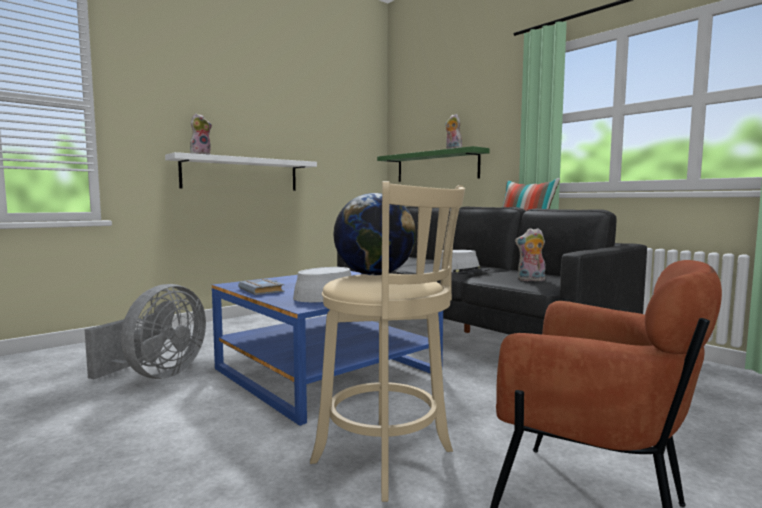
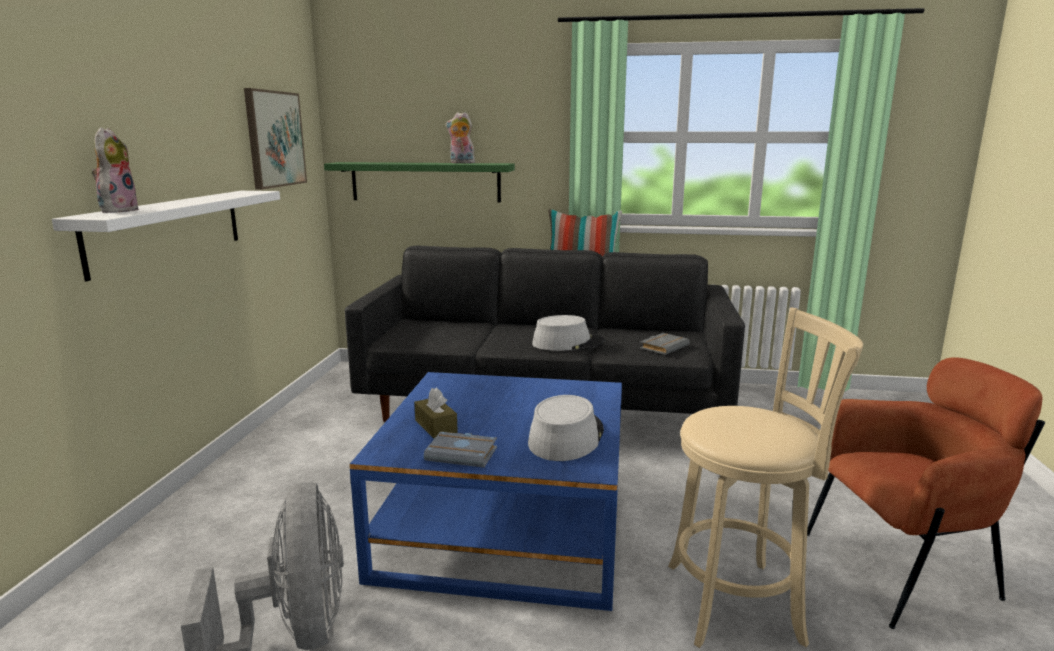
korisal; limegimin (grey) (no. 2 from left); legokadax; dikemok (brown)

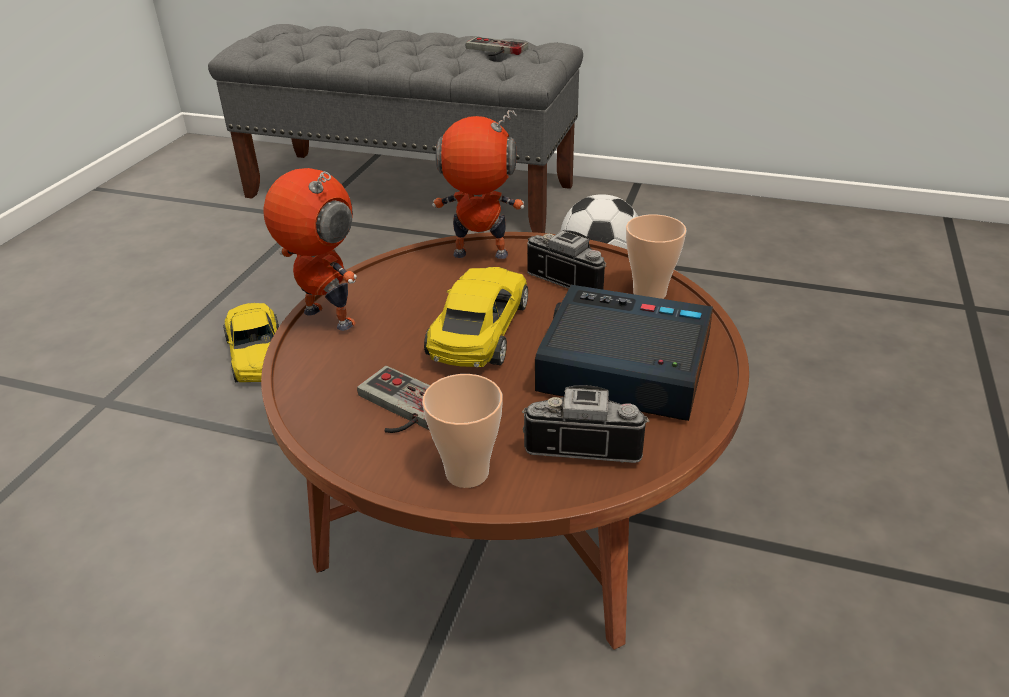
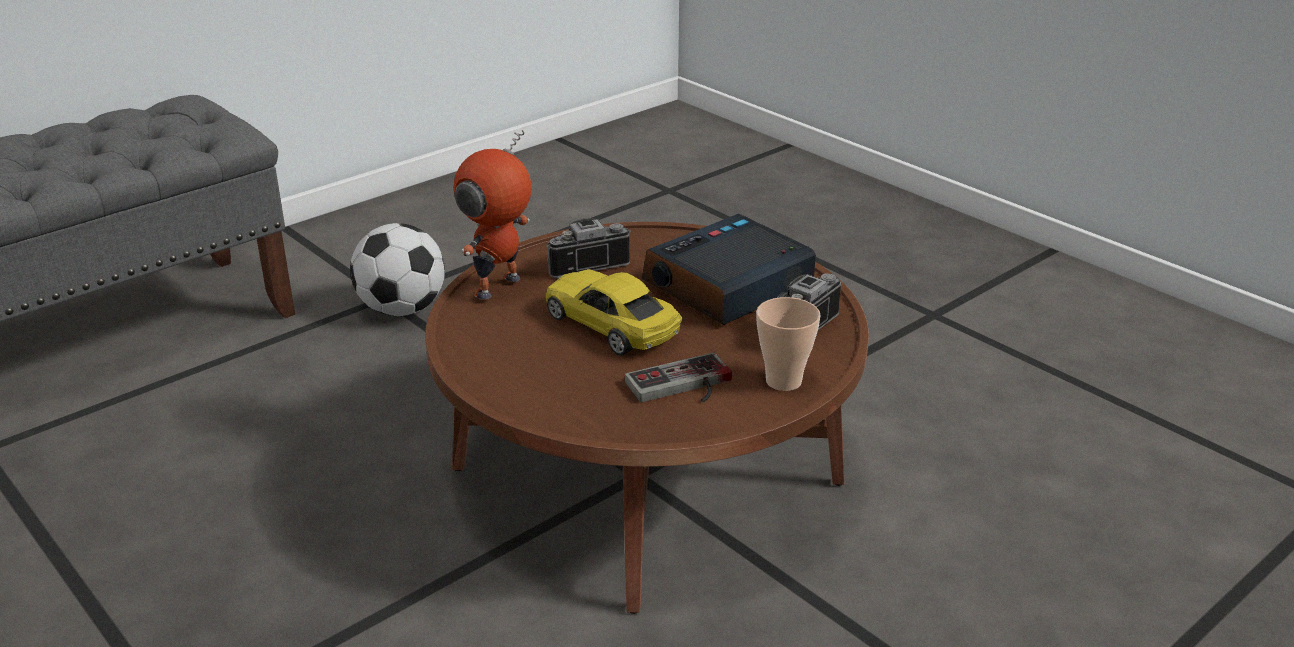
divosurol (no. 2 from left in the first image); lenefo (no. 1 from left in the first image); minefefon (no. 2 from left in the first image); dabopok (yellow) (no. 1 from left in the first image)

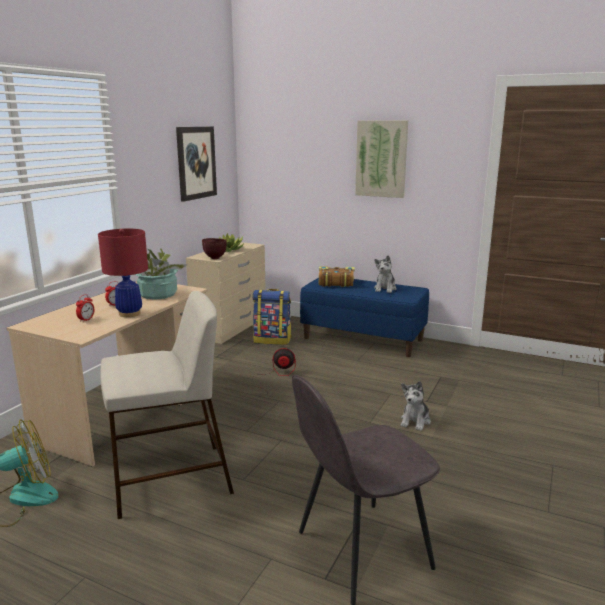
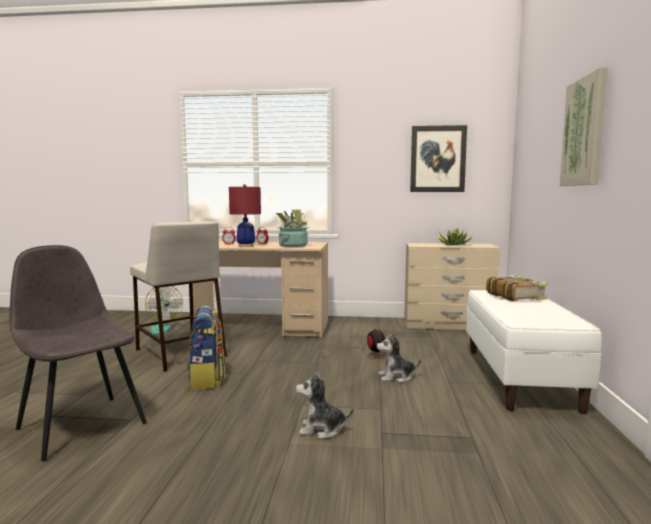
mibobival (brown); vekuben (no. 2 from left); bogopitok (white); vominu

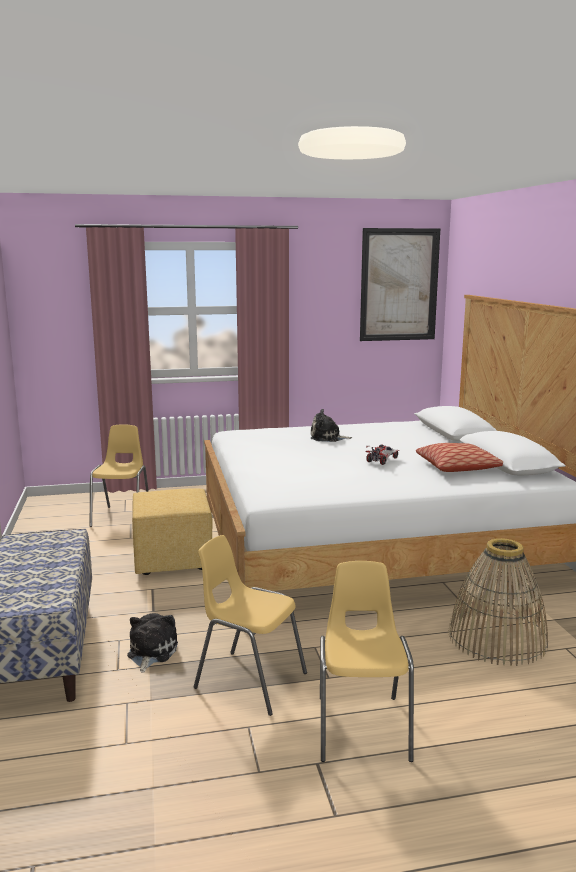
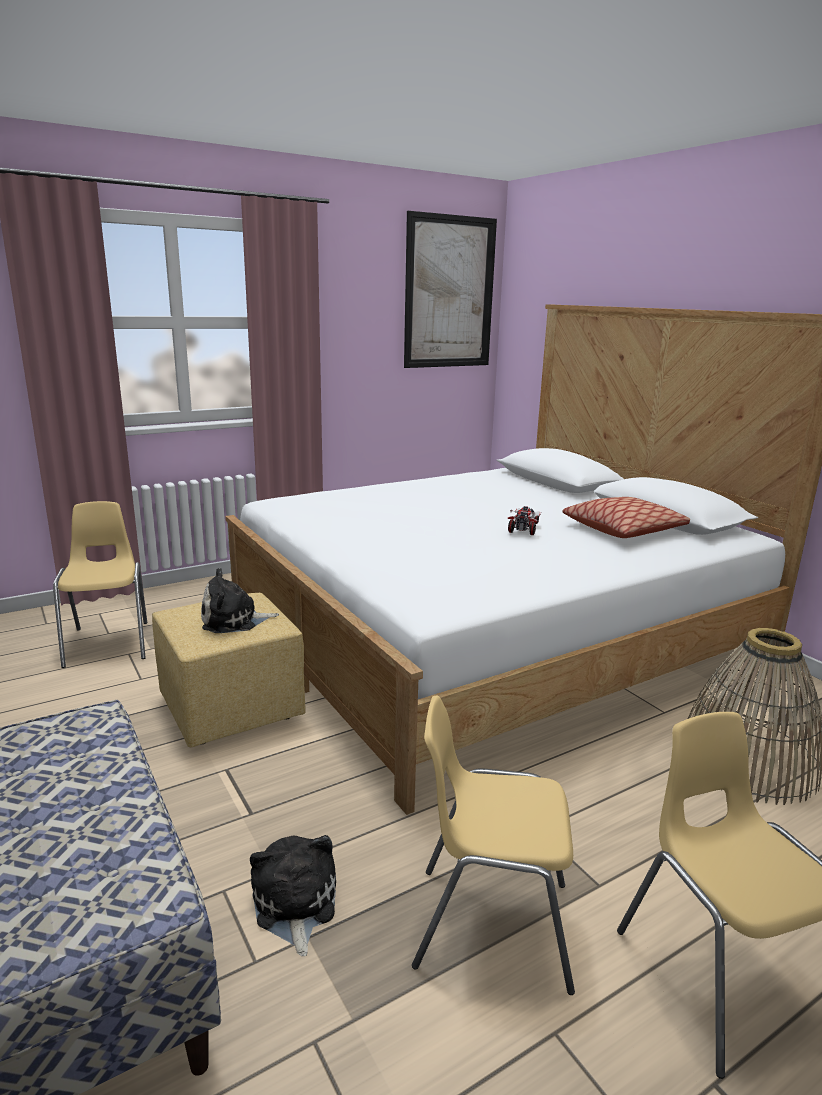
vekuben (no. 1 from left)

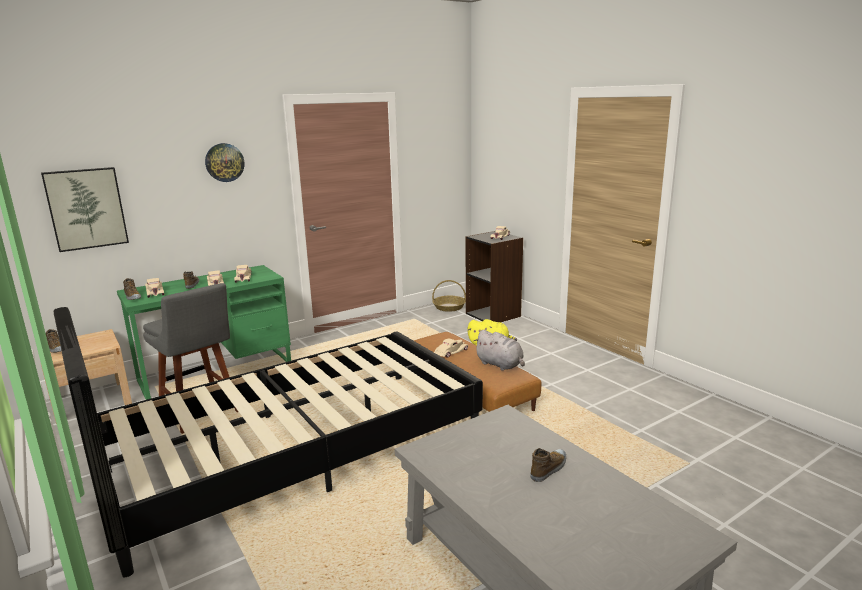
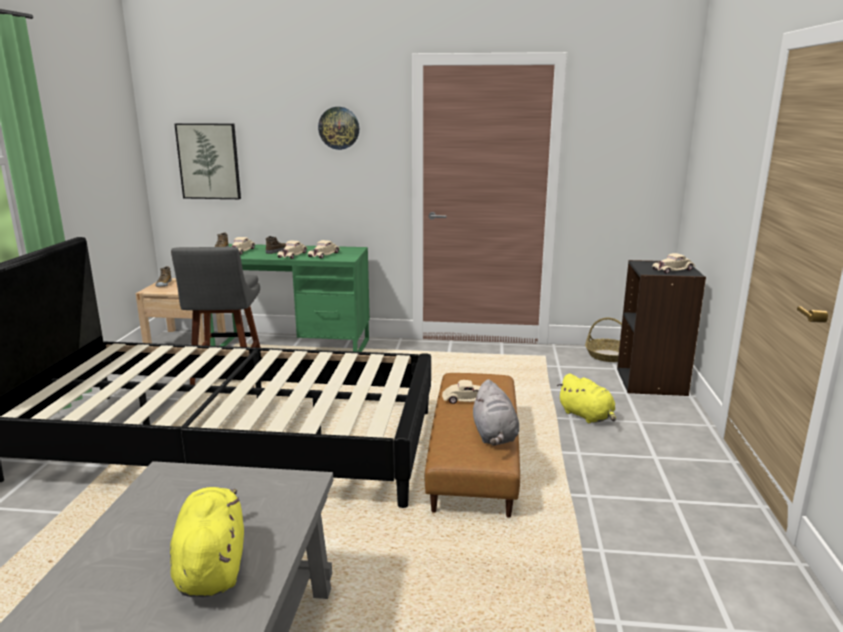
vekuben (yellow) (no. 1 from left)

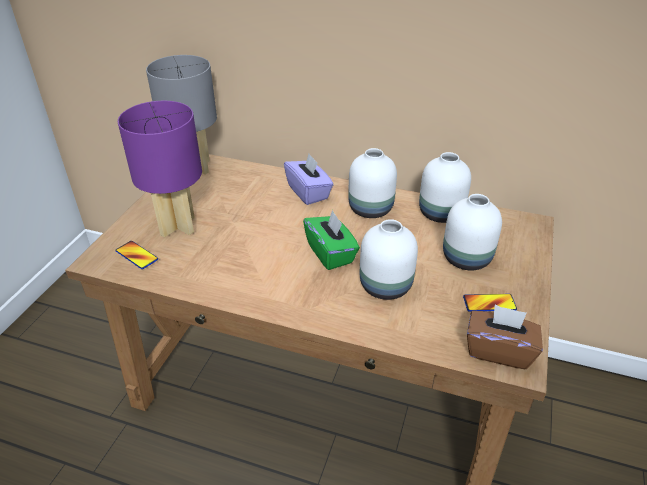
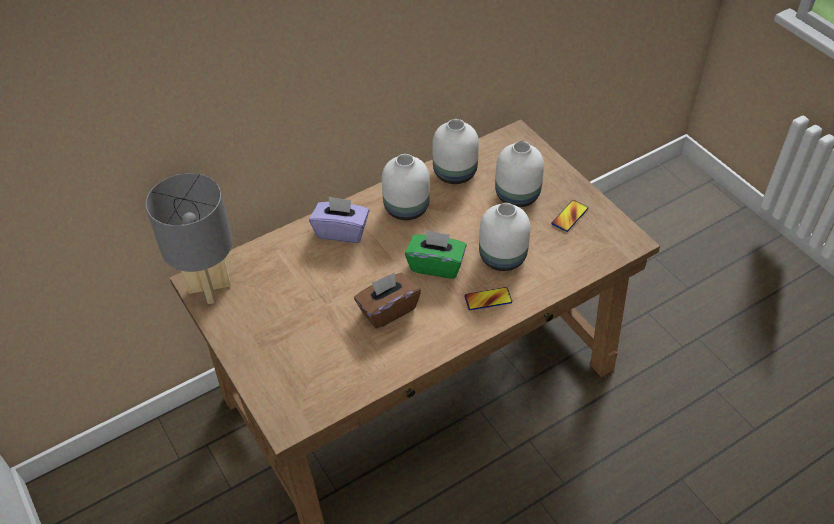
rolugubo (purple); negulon (no. 1 from left); dikemok (brown)

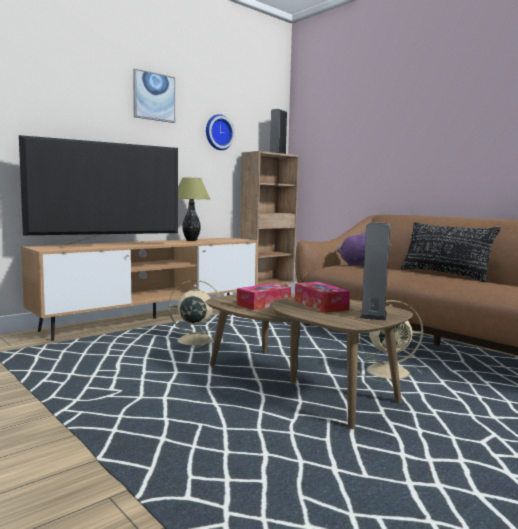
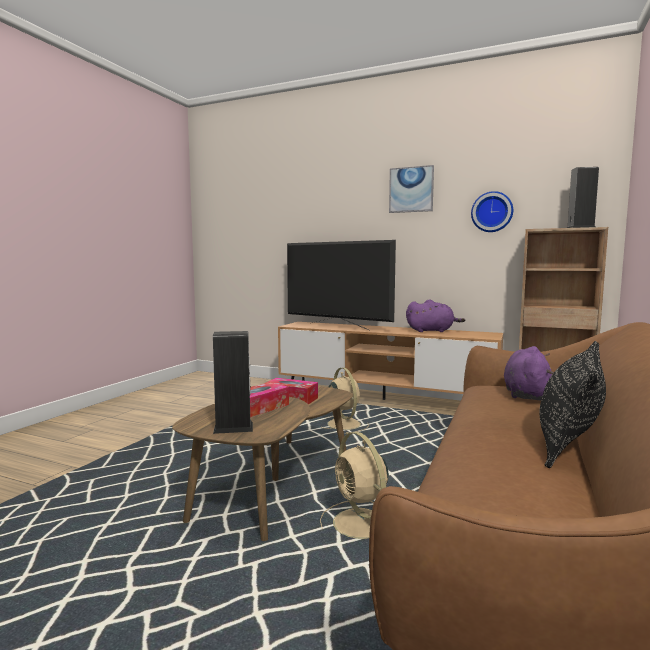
vekuben (purple) (no. 1 from left)

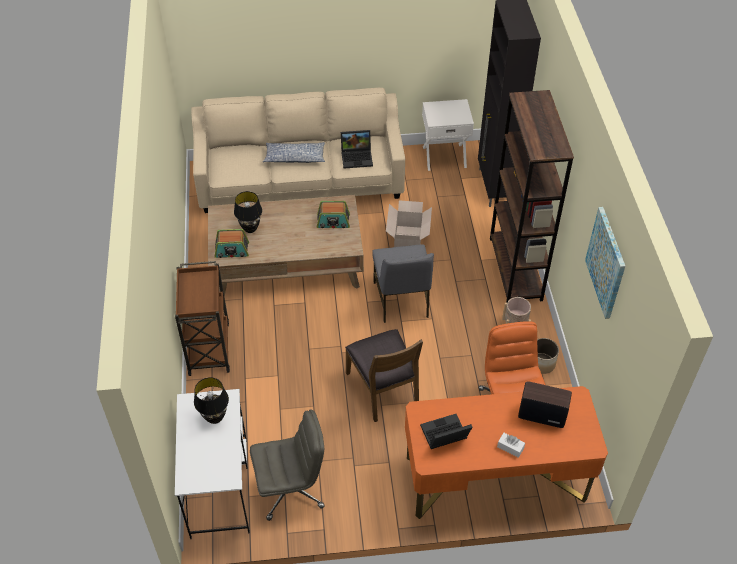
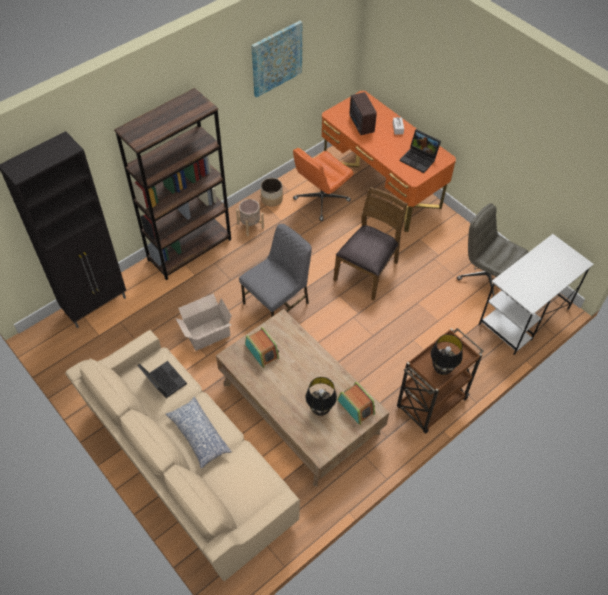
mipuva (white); rolugubo (black) (no. 2 from left)

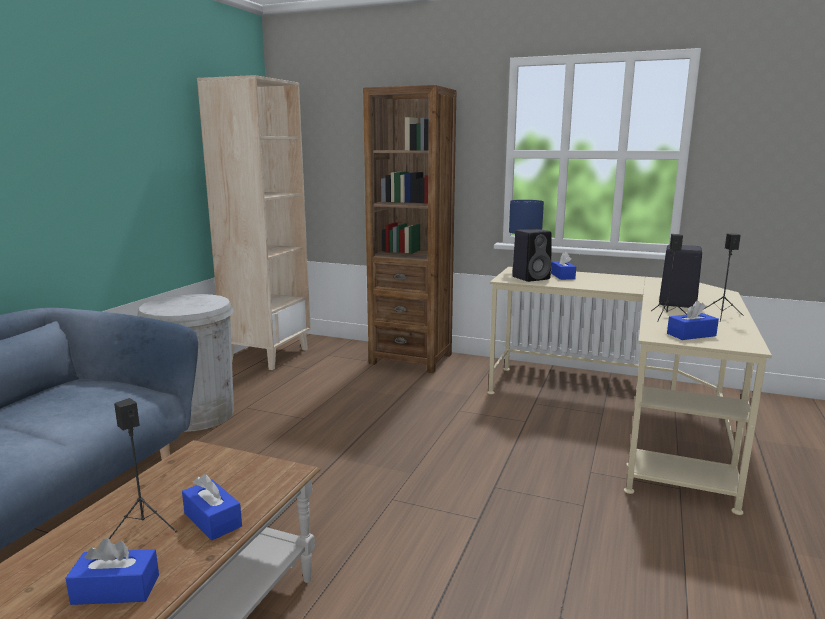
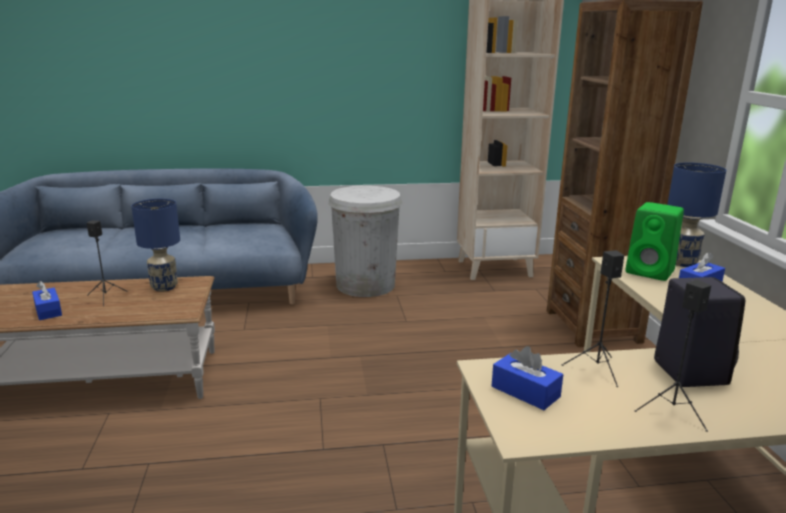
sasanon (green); dikemok (blue) (no. 2 from left in the first image); rolugubo (blue) (no. 1 from left)

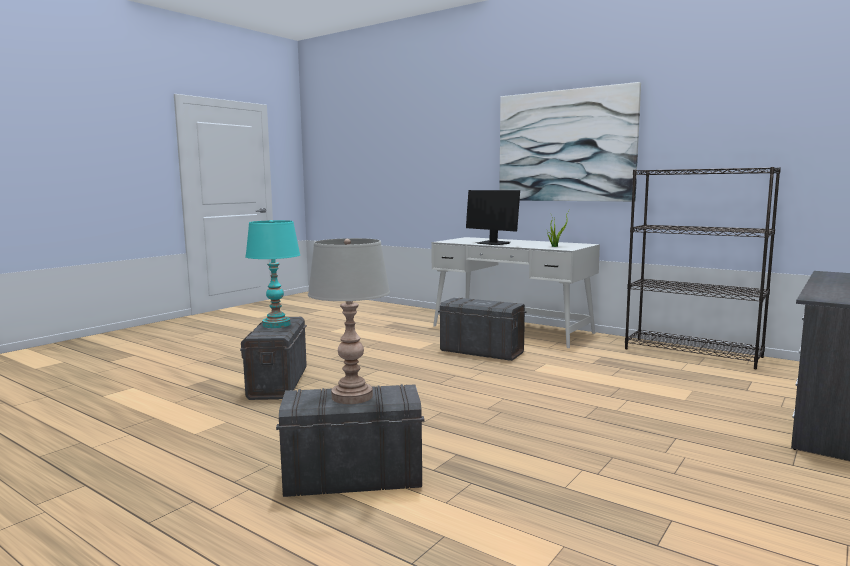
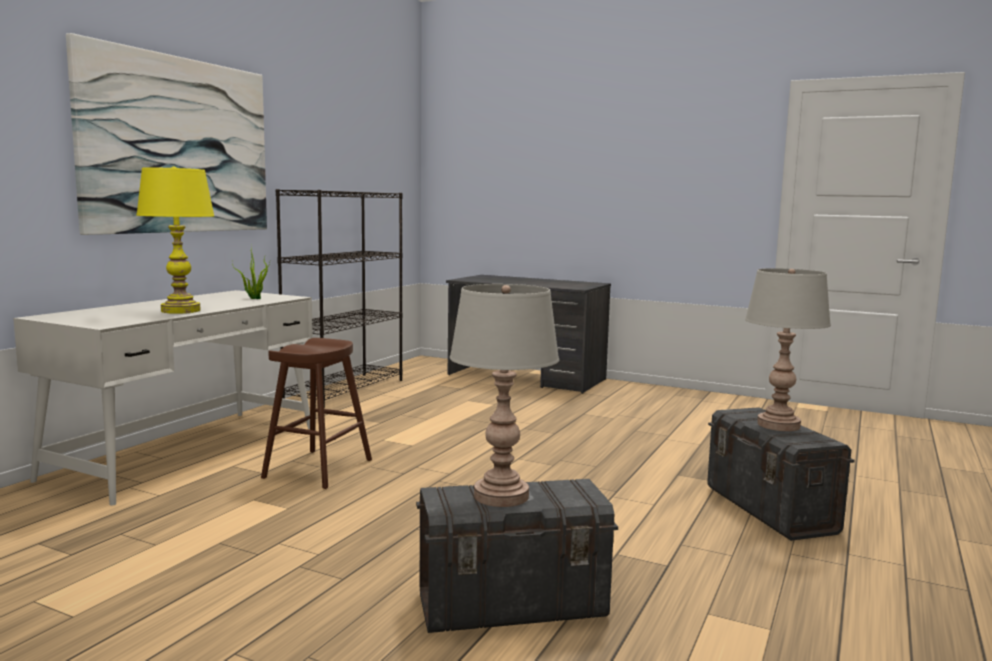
rolugubo (yellow); rolugubo (grey) (no. 1 from left); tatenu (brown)

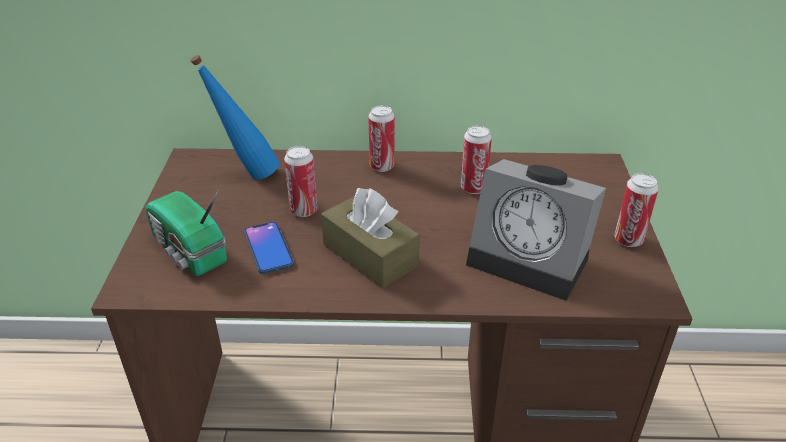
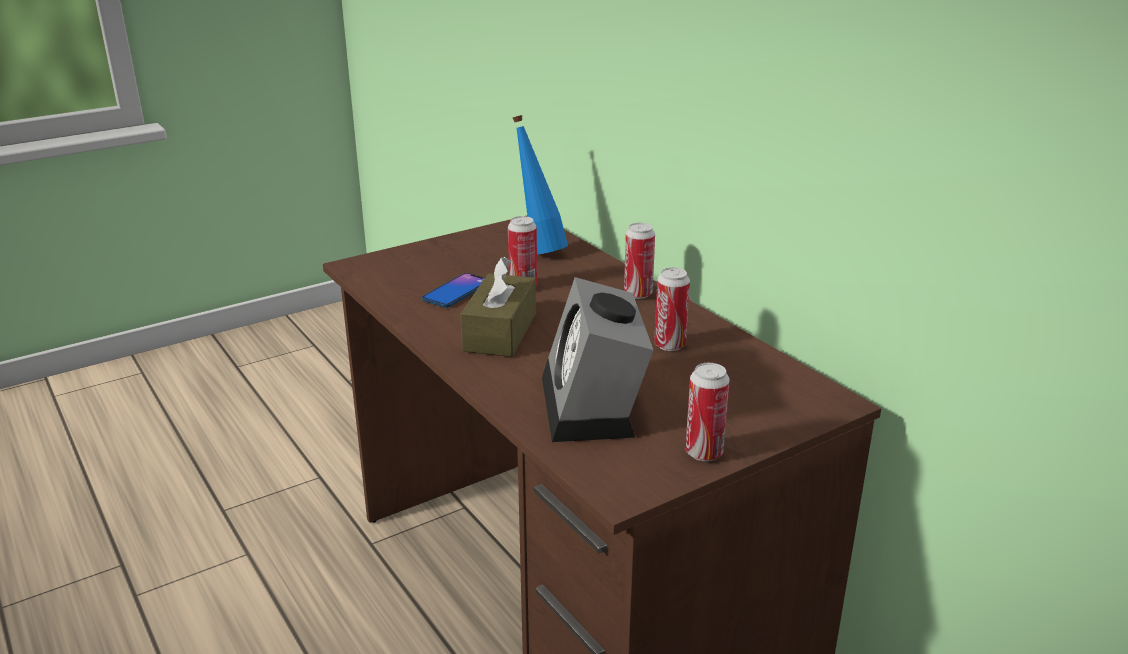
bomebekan

